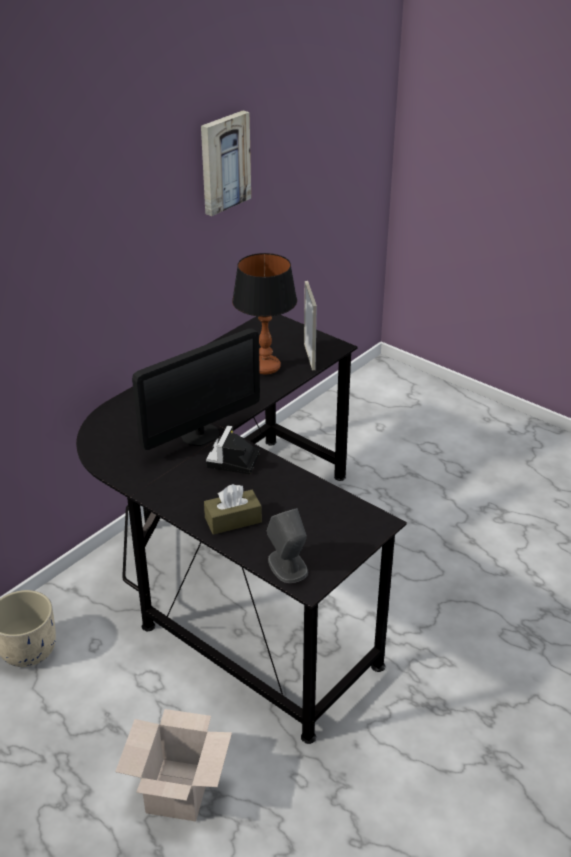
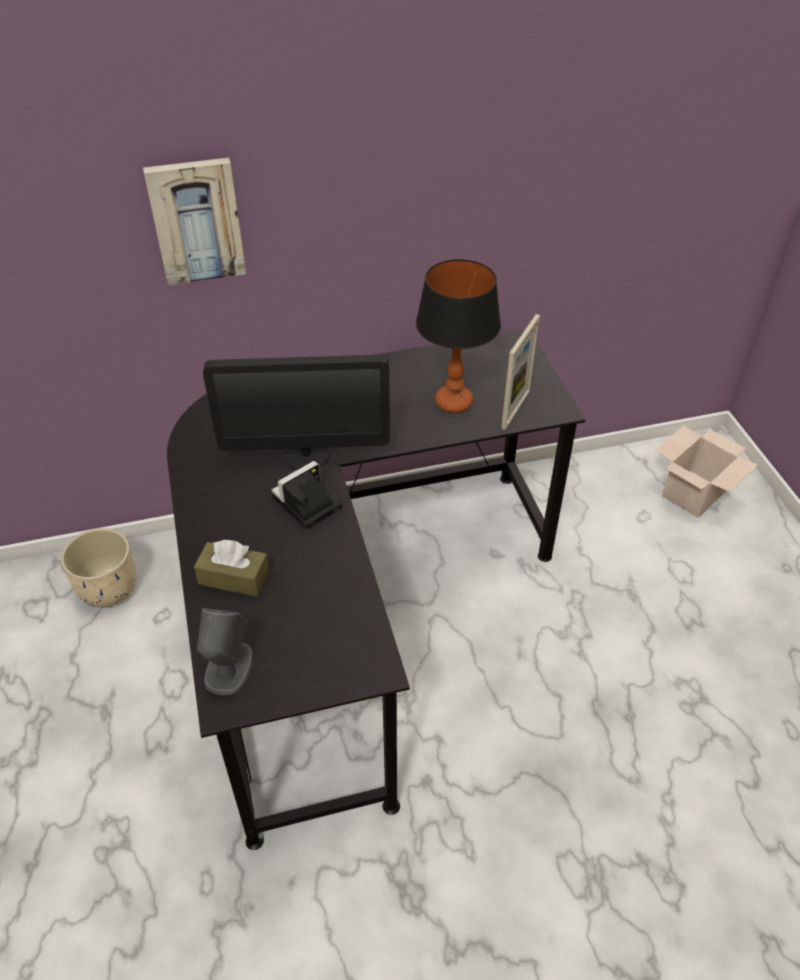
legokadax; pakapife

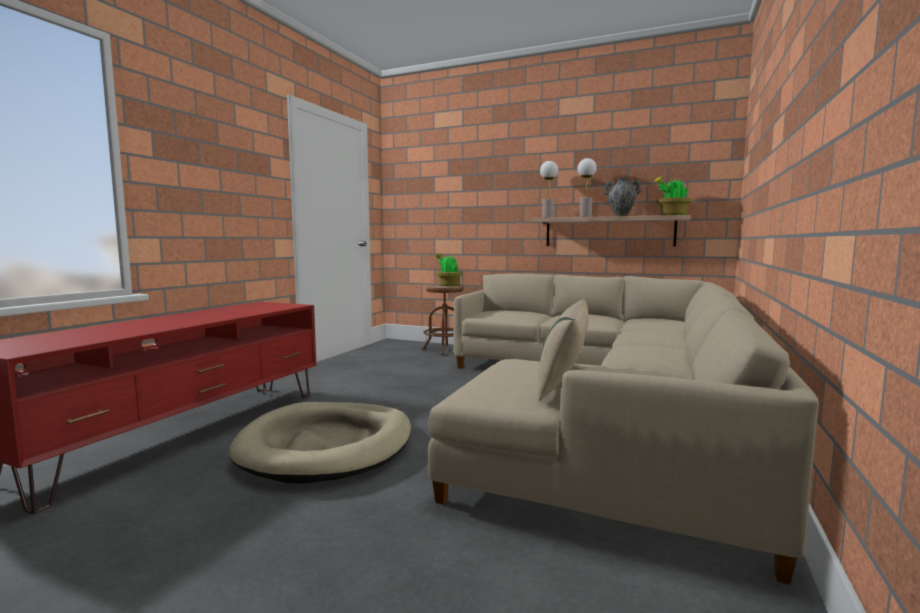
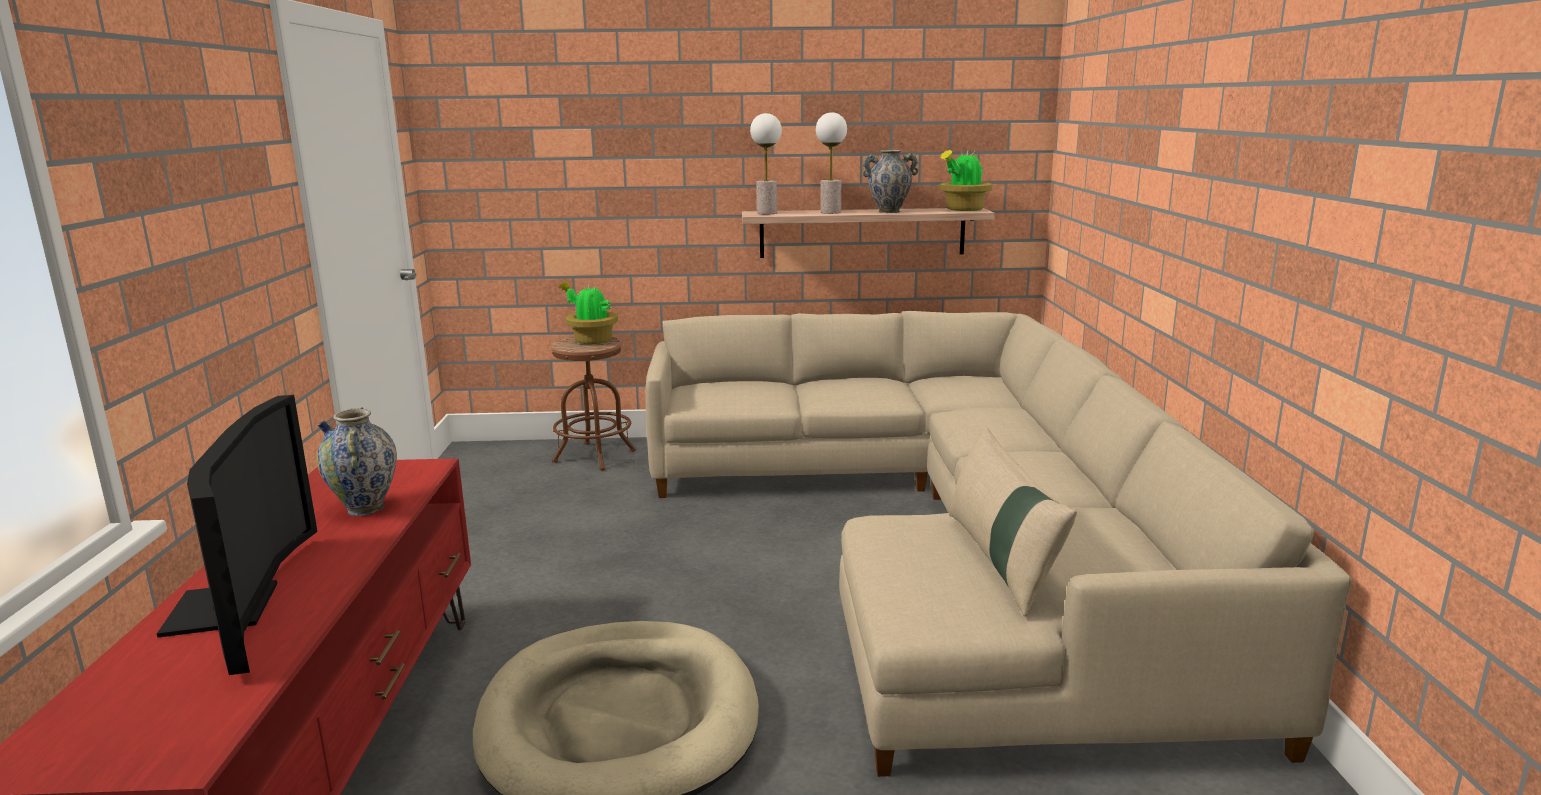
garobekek; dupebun (no. 1 from left)

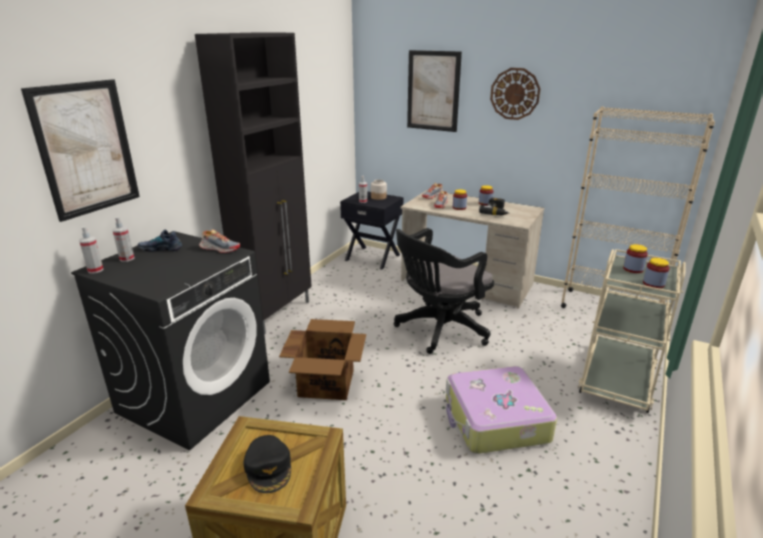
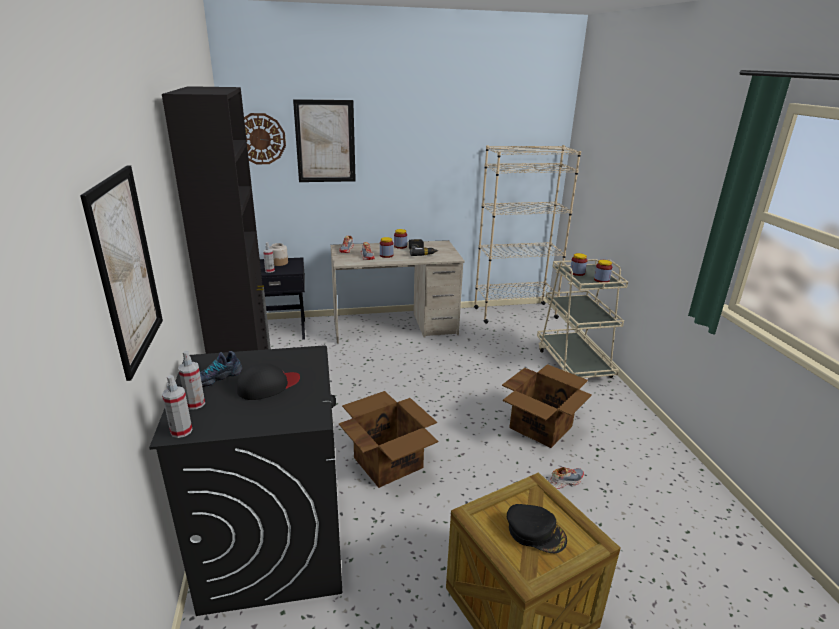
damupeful; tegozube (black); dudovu (no. 4 from left); pakapife (no. 2 from left); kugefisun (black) (no. 1 from left)

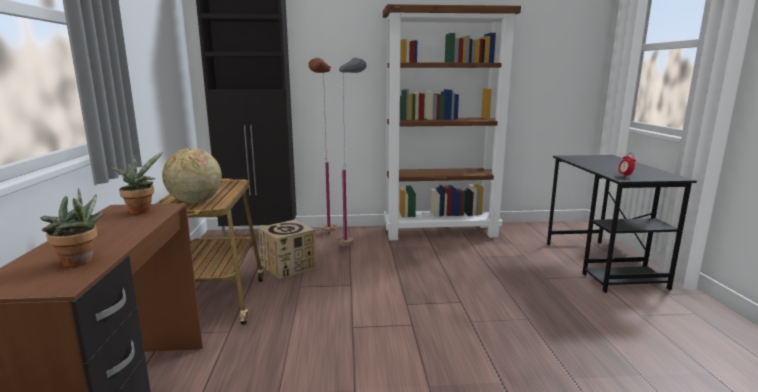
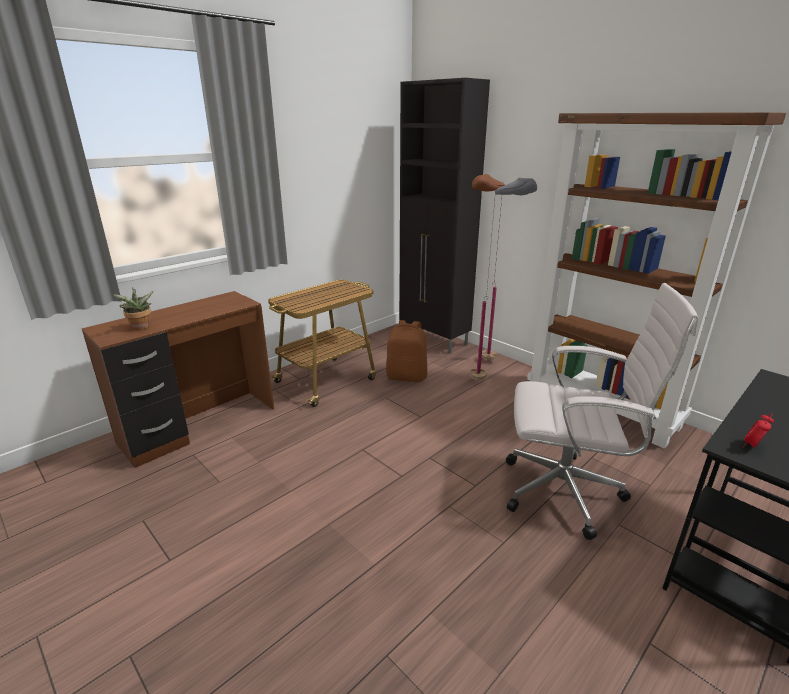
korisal; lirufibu (no. 2 from left in the first image); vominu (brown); tegozube (white)

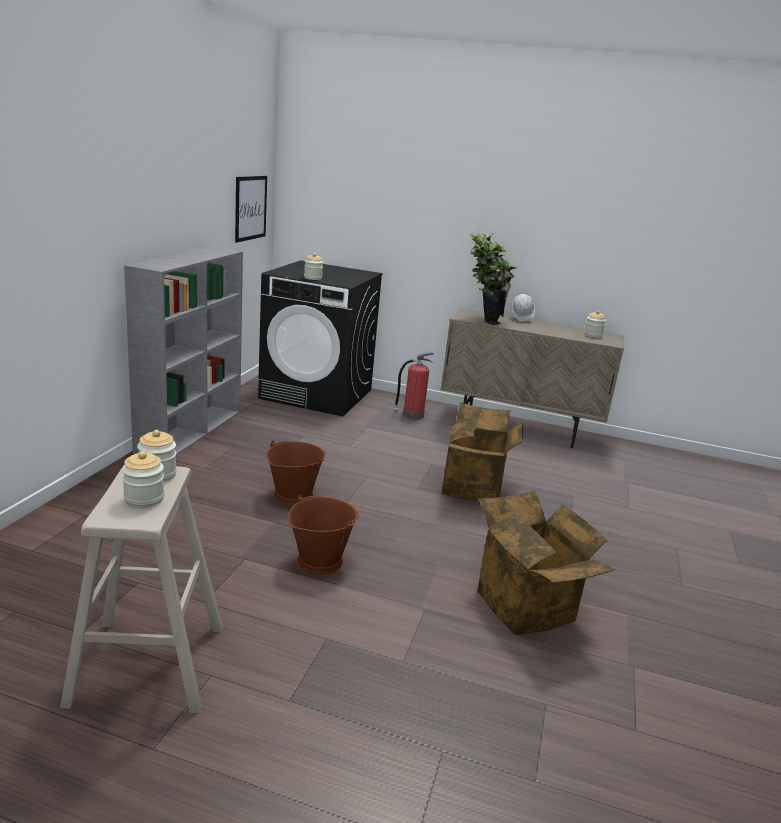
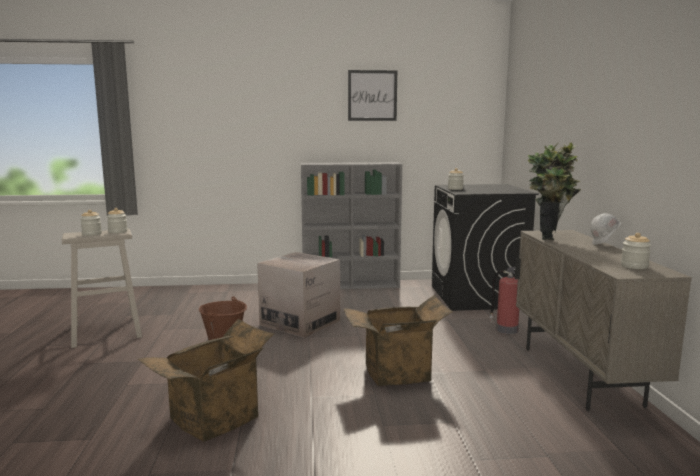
legokadax; pakapife (no. 2 from left)

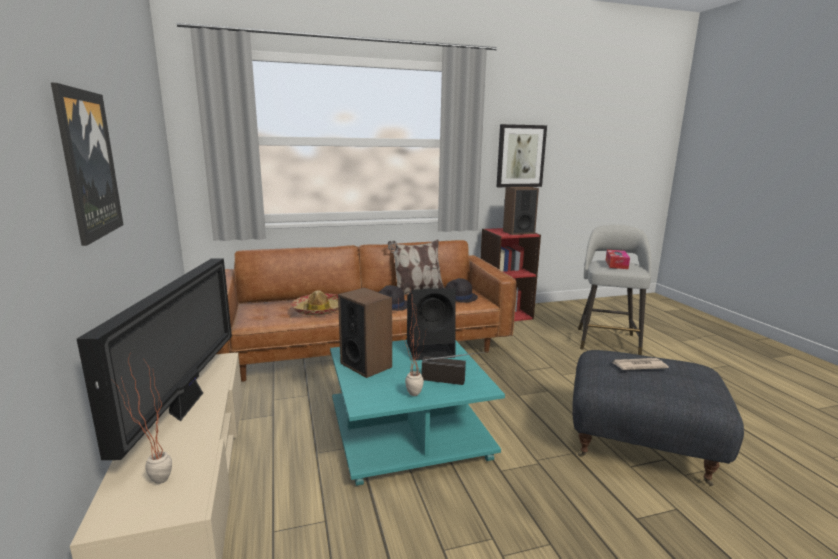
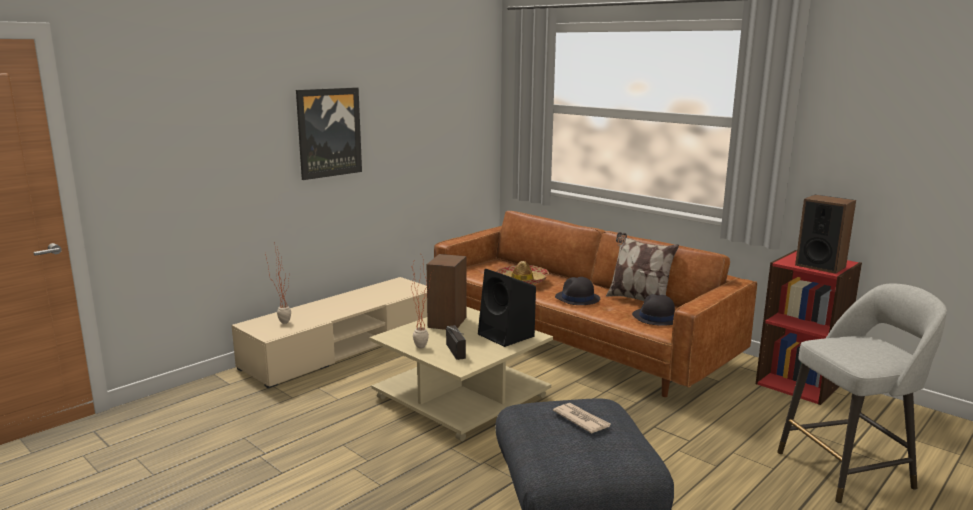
legokadax (no. 2 from left in the first image); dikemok; garobekek; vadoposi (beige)

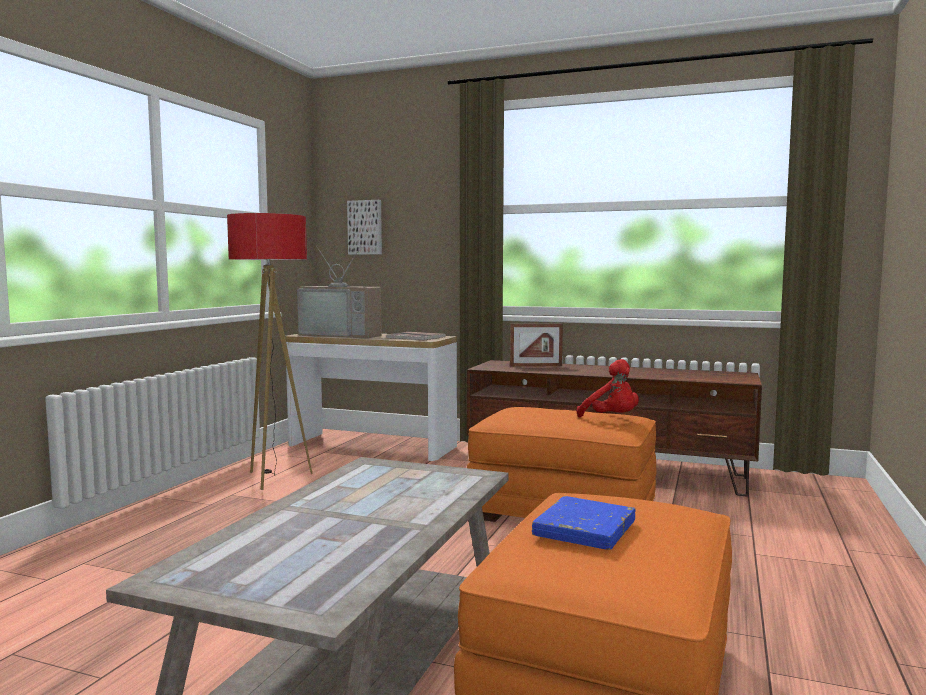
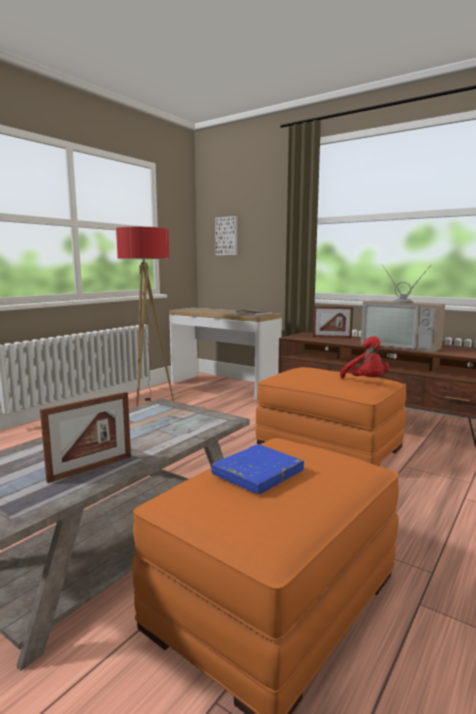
garobekek; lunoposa (no. 1 from left)

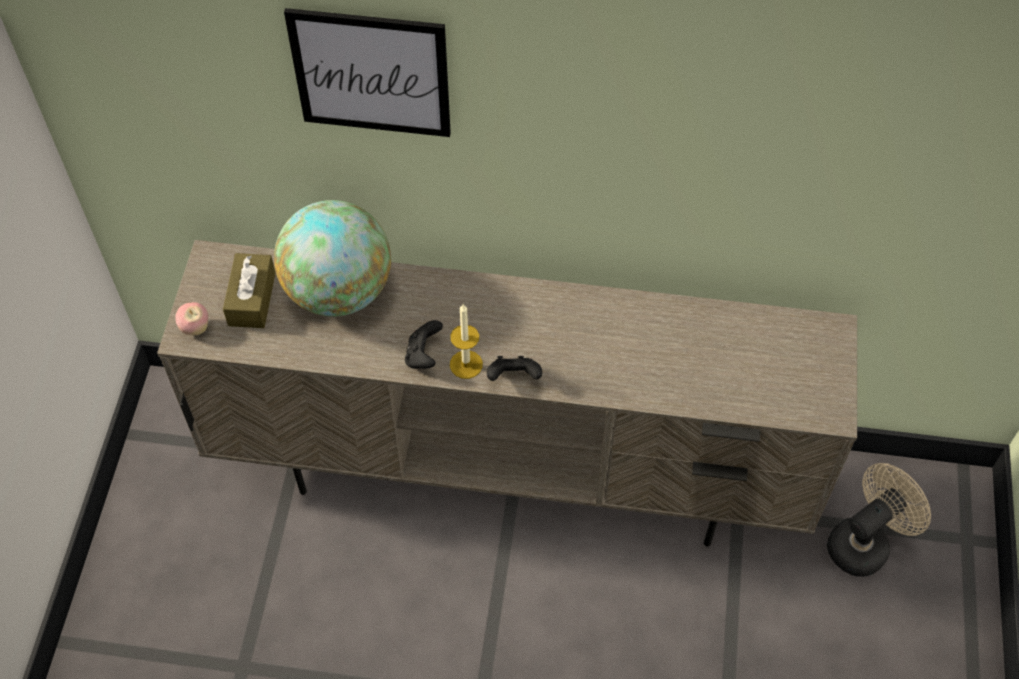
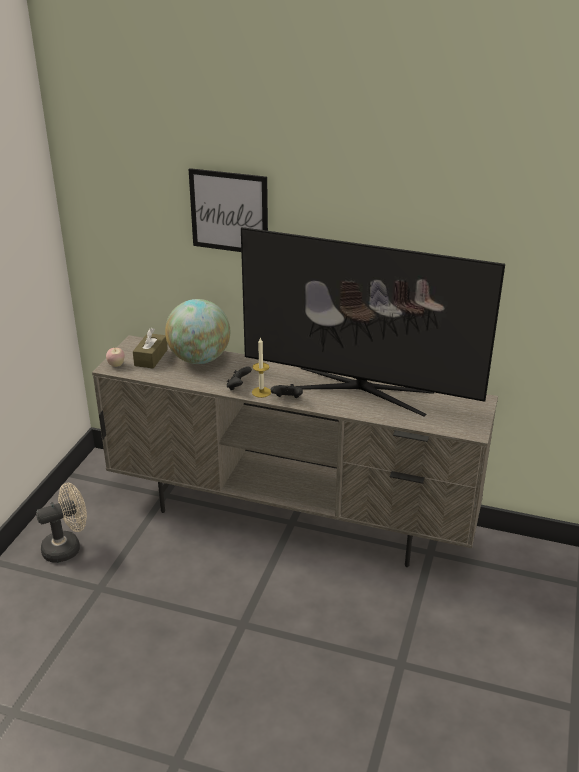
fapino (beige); garobekek

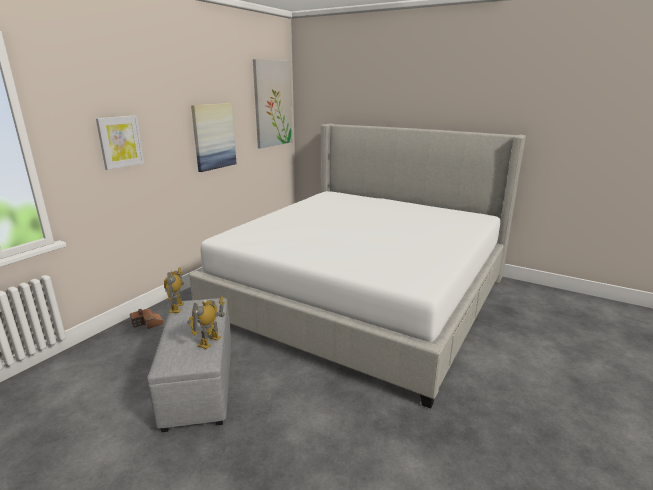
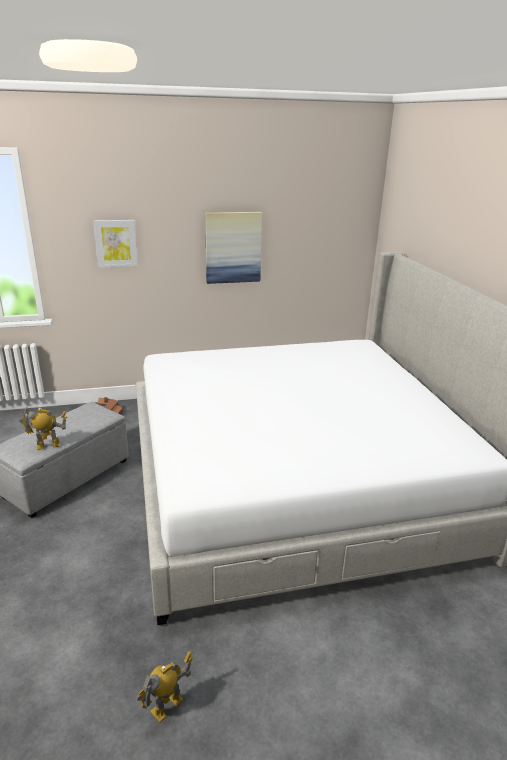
legokadax (no. 3 from left in the first image); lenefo (no. 2 from left)

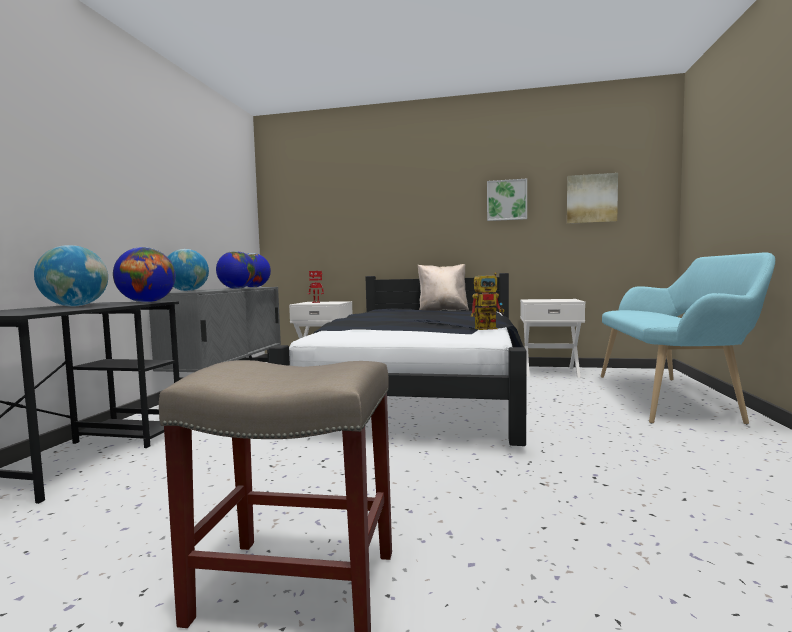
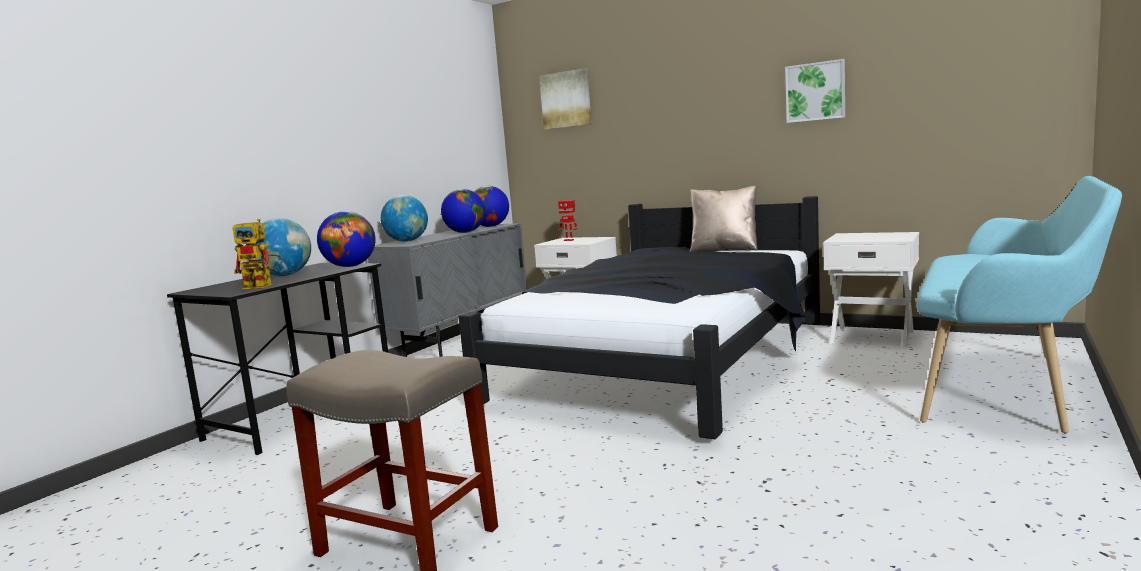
legokadax (no. 1 from left); lenefo (no. 1 from left)

